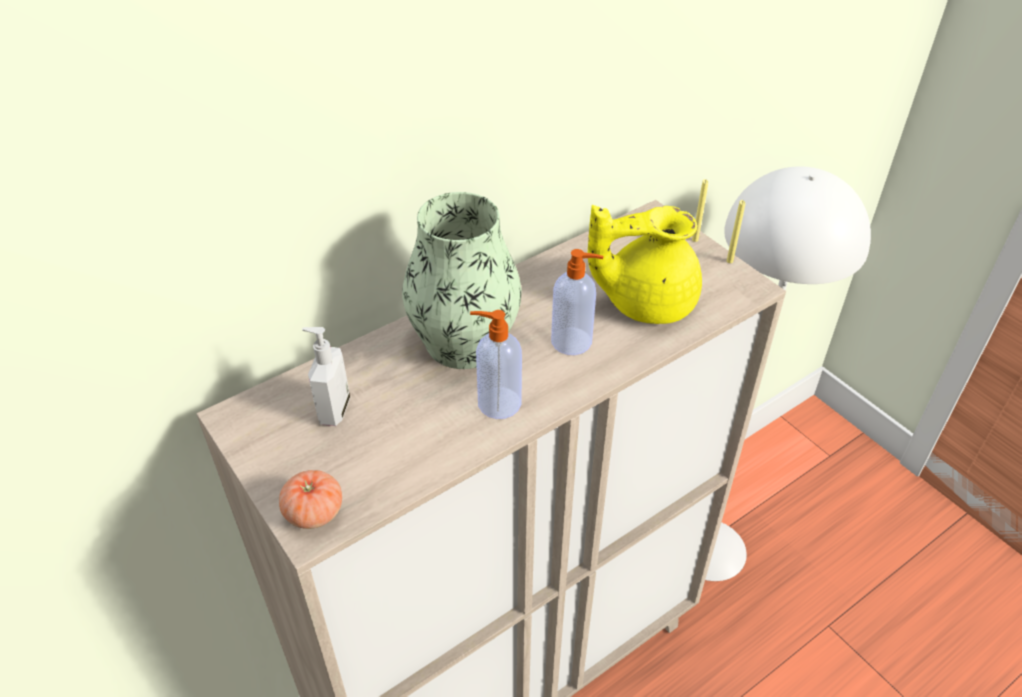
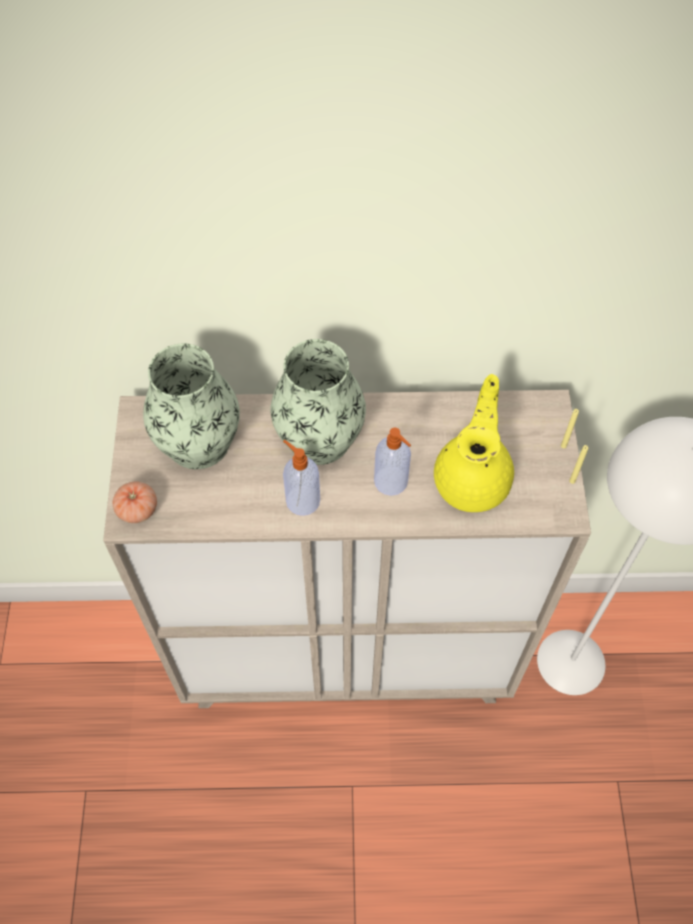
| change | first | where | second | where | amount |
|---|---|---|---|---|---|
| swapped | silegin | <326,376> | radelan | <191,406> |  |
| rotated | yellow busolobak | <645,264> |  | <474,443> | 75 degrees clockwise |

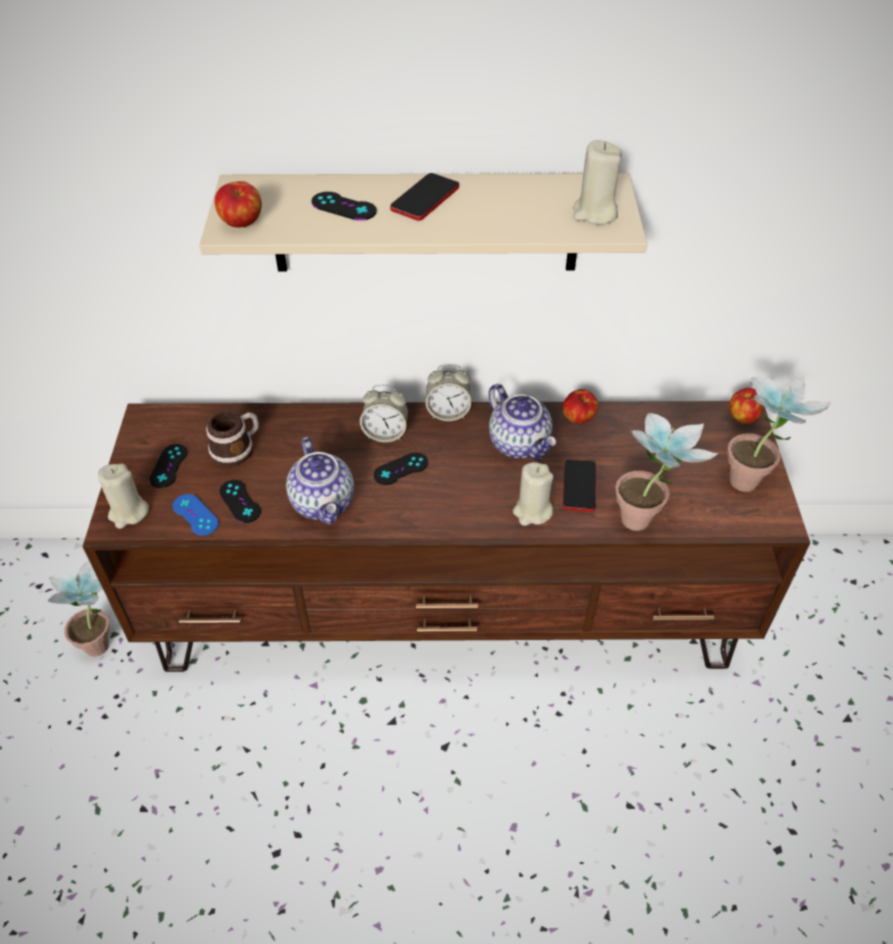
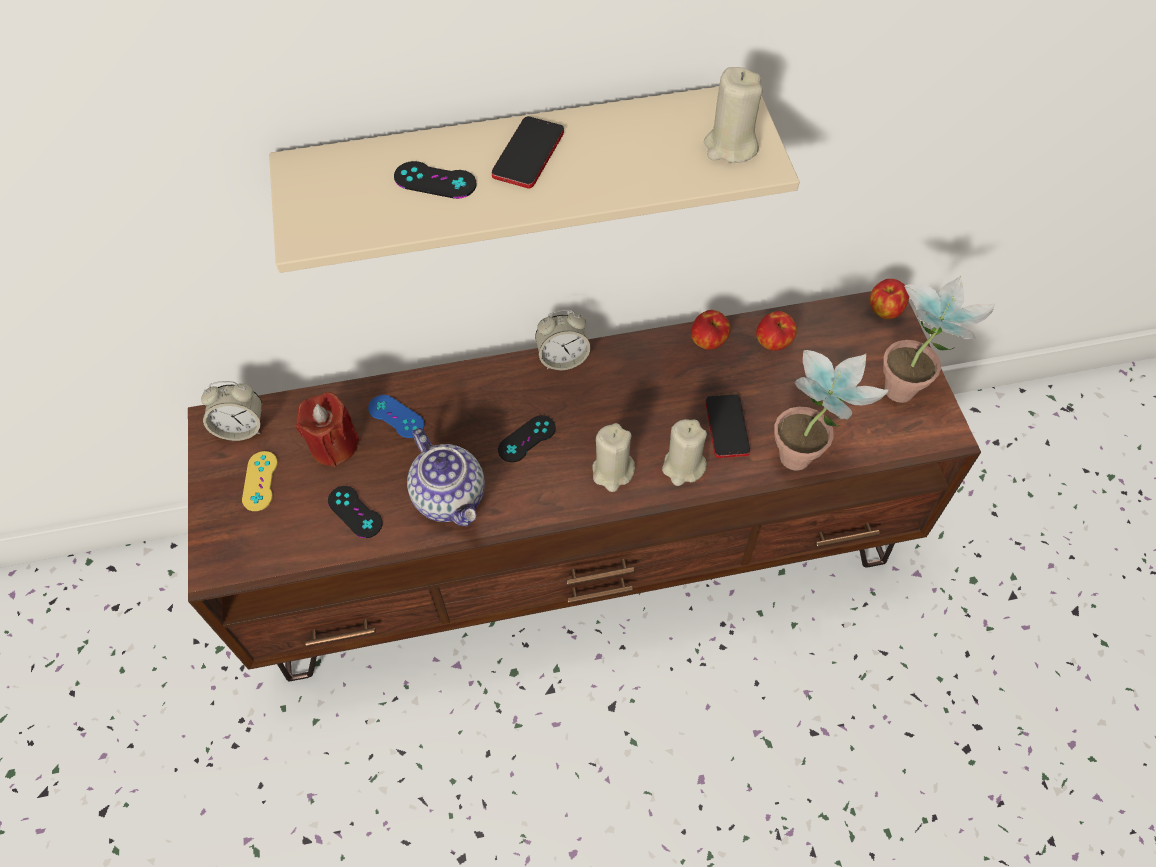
| change | first | where | second | where | amount |
|---|---|---|---|---|---|
| shifted | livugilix | <384,413> |  | <231,411> |  |
| repainted | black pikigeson | <168,466> | yellow pikigeson | <260,481> |  |
| swapped | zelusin | <232,439> | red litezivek | <328,429> |  |
| shifted | blue pikigeson | <196,515> |  | <396,416> |  |
| shifted | beige litezivek | <123,496> |  | <613,457> |  |
| shifted | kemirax | <238,204> |  | <776,331> |  |
| gone | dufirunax | <78,608> |  |  |  |
| gone | busolobak | <522,422> |  |  |  |

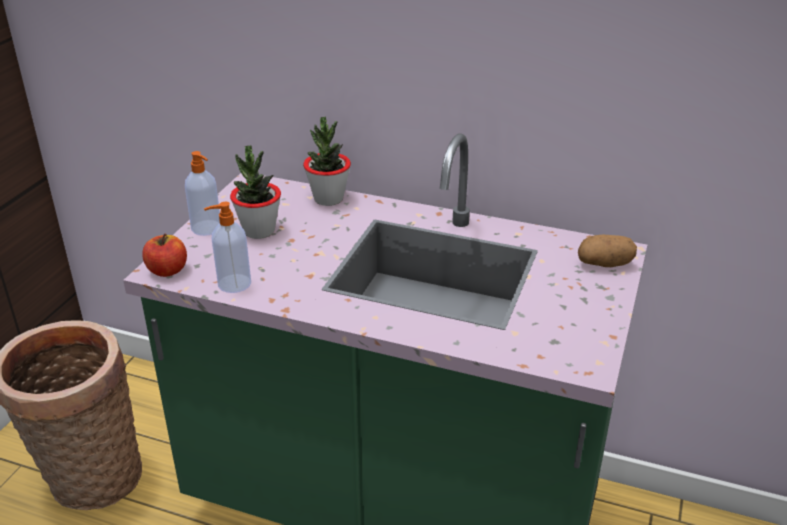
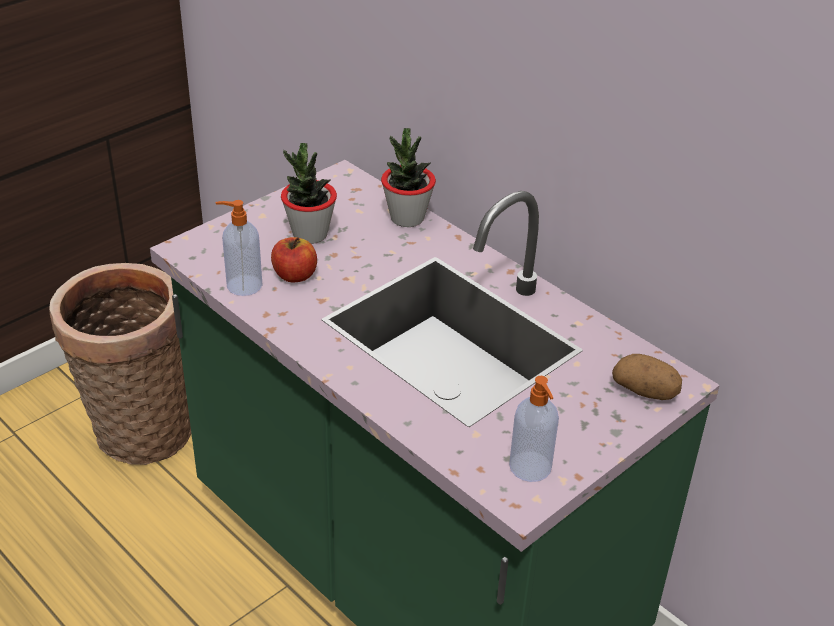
| change | first | where | second | where | amount |
|---|---|---|---|---|---|
| shifted | kemirax | <164,255> |  | <294,259> |  |
| shifted | silegin | <202,193> |  | <534,429> |  |

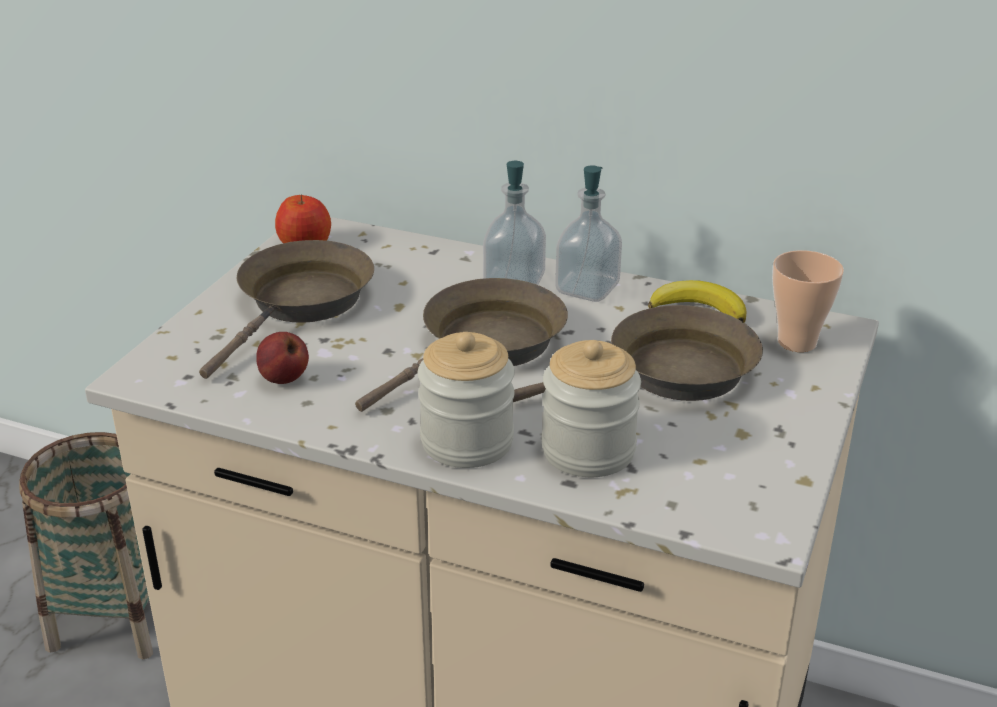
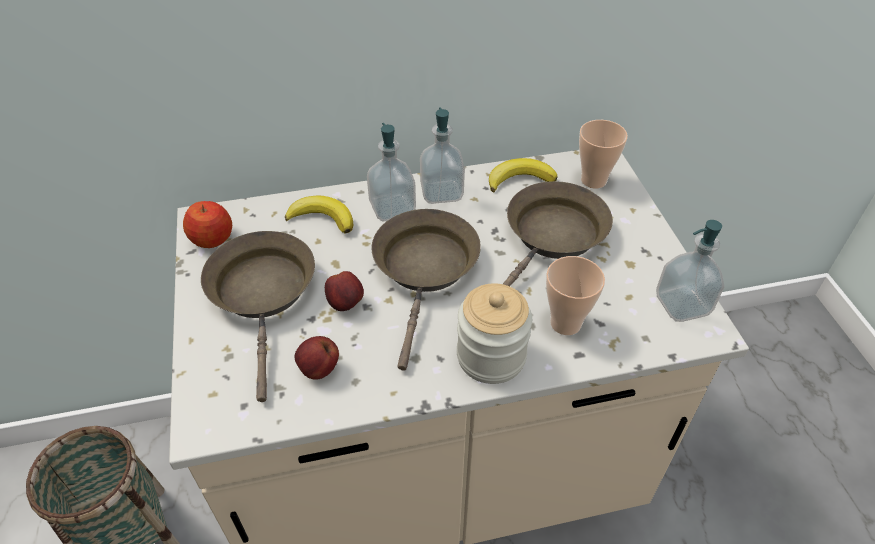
| change | first | where | second | where | amount |
|---|---|---|---|---|---|
| new |  |  | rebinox | <319,214> |  |
| new |  |  | kemirax | <344,291> |  |
| swapped | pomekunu | <591,408> | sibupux | <575,295> |  |
| new |  |  | silegin | <690,271> |  |

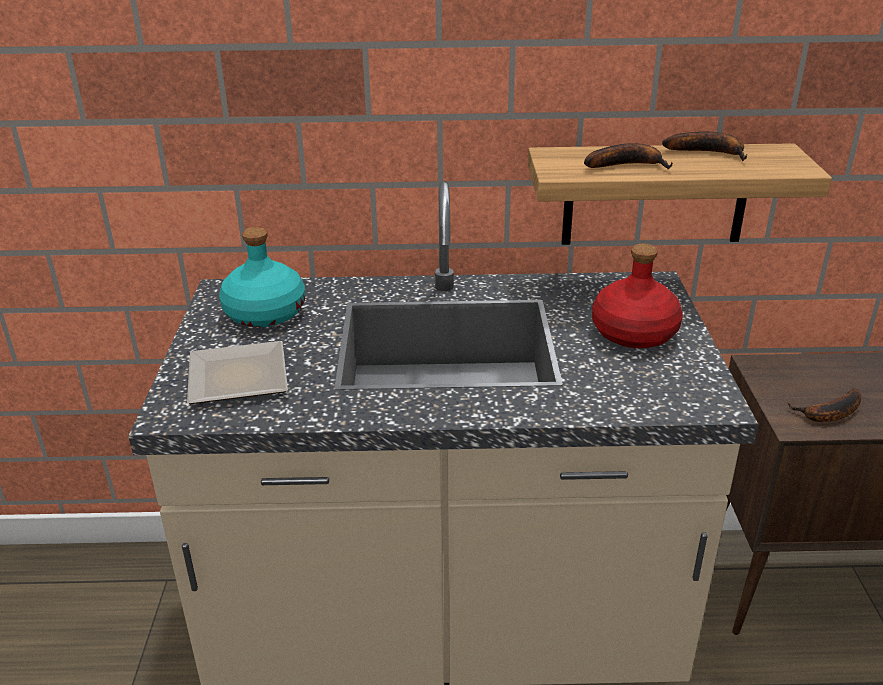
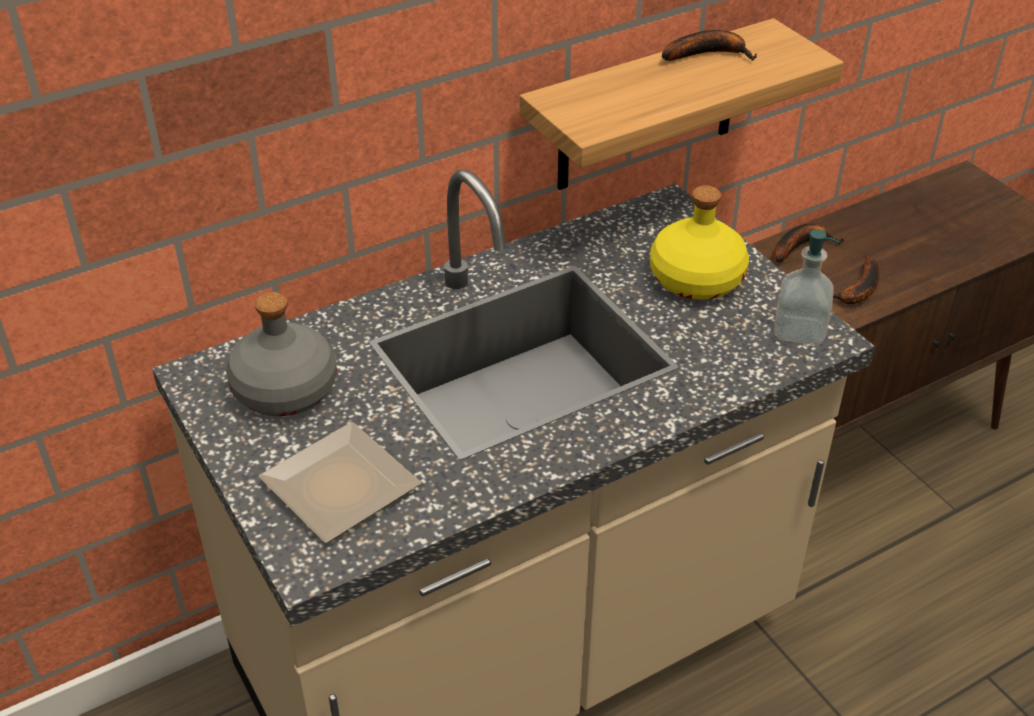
| change | first | where | second | where | amount |
|---|---|---|---|---|---|
| repainted | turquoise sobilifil | <262,277> | grey sobilifil | <281,354> |  |
| repainted | red sobilifil | <637,296> | yellow sobilifil | <699,242> |  |
| shifted | rebinox | <628,156> |  | <808,243> |  |
| new |  |  | silegin | <806,287> |  |

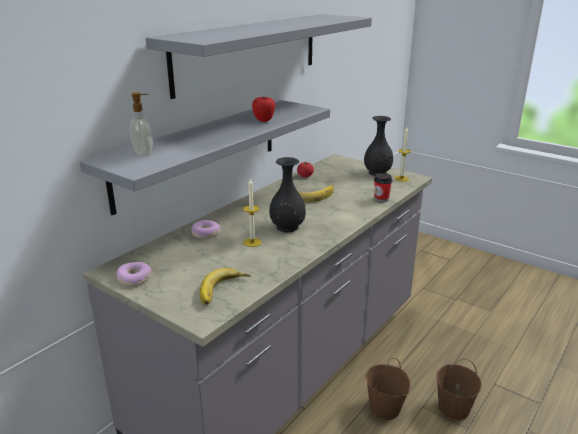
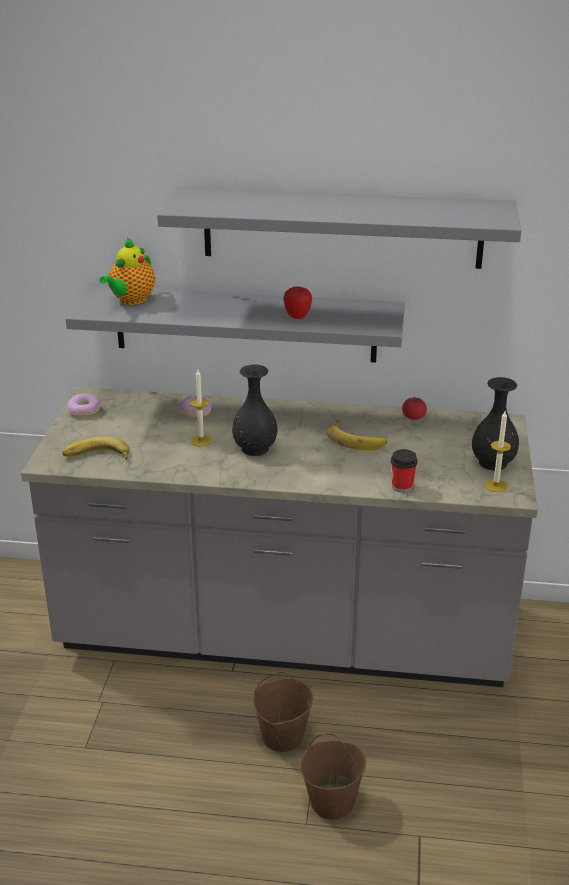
| change | first | where | second | where | amount |
|---|---|---|---|---|---|
| swapped | silegin | <141,124> | busolobak | <127,271> |  |

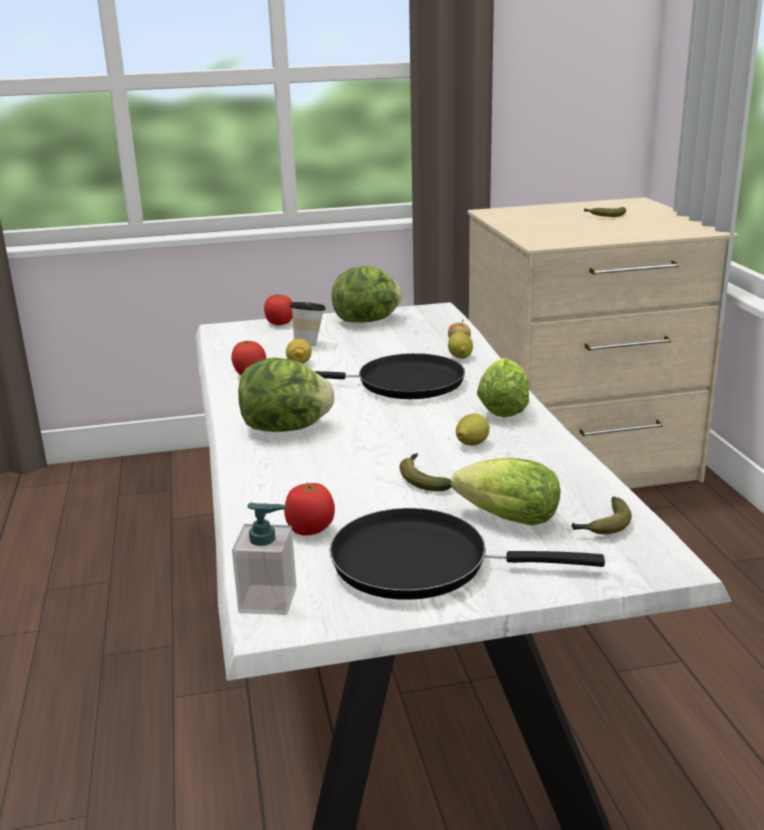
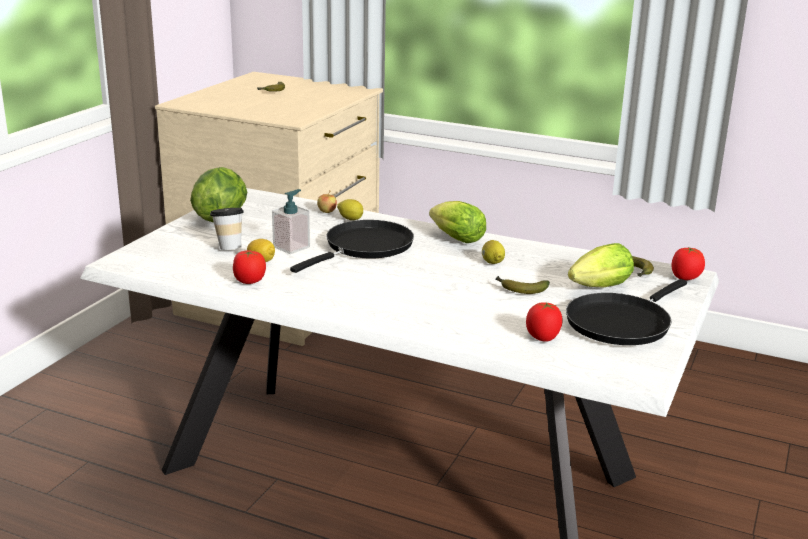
| change | first | where | second | where | amount |
|---|---|---|---|---|---|
| shifted | silegin | <264,559> |  | <291,221> |  |
| shifted | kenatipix | <278,310> |  | <688,263> |  |
| gone | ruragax | <286,394> |  |  |  |

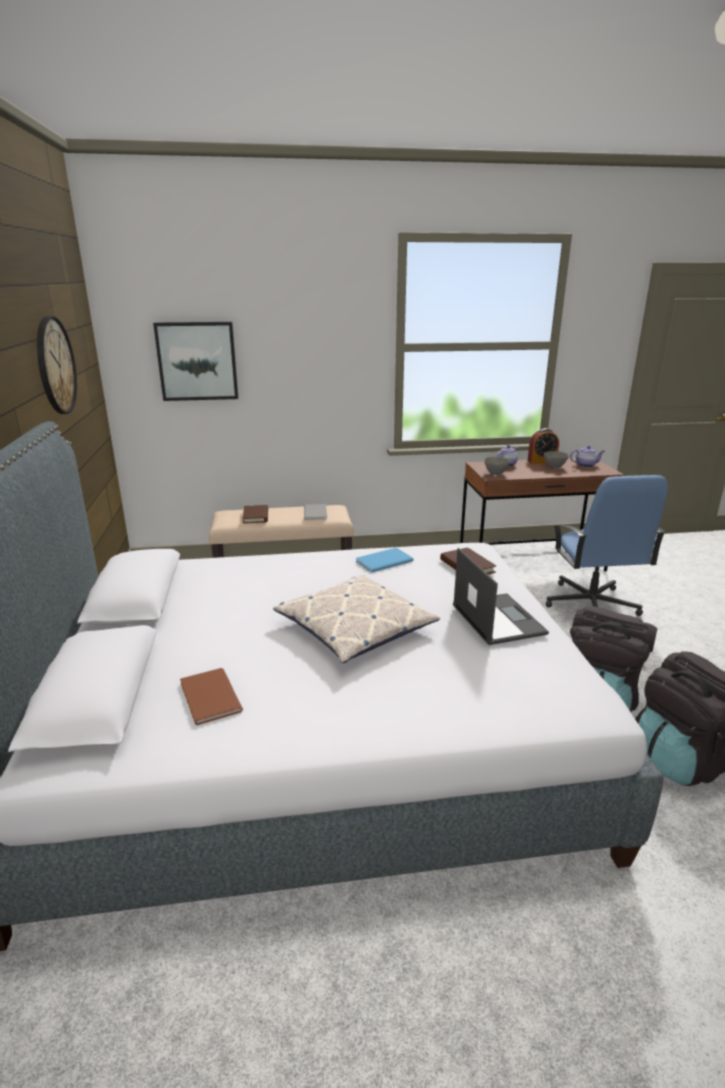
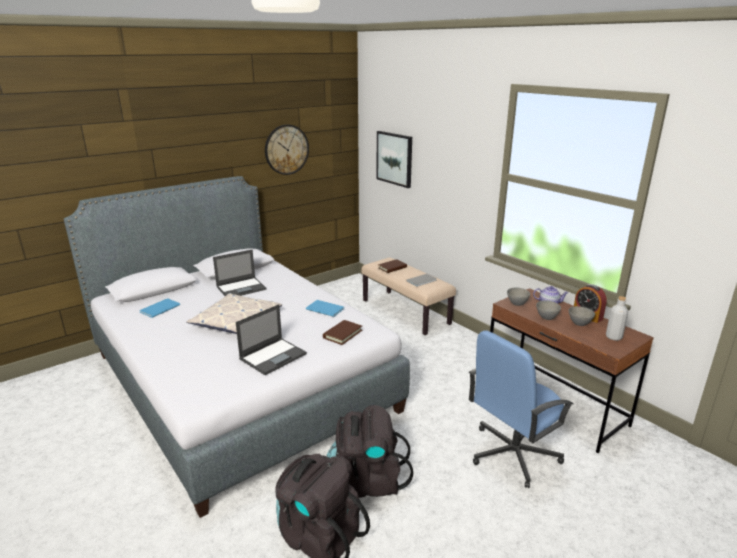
| change | first | where | second | where | amount |
|---|---|---|---|---|---|
| repainted | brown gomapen | <211,696> | blue gomapen | <159,308> |  |
| new |  |  | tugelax | <239,272> |  |
| new |  |  | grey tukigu | <548,310> |  |
| swapped | busolobak | <587,457> | grey sobilifil | <617,318> |  |

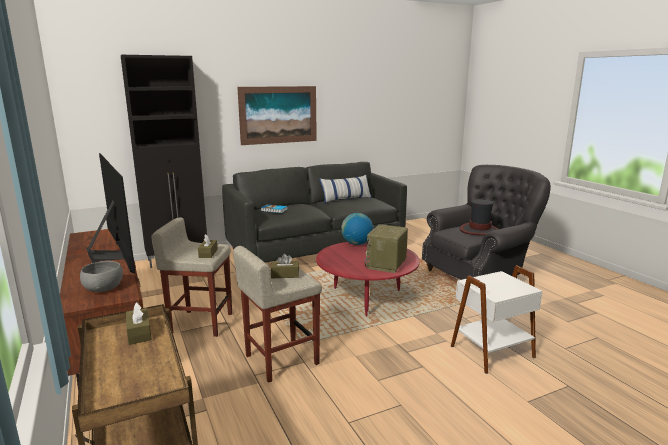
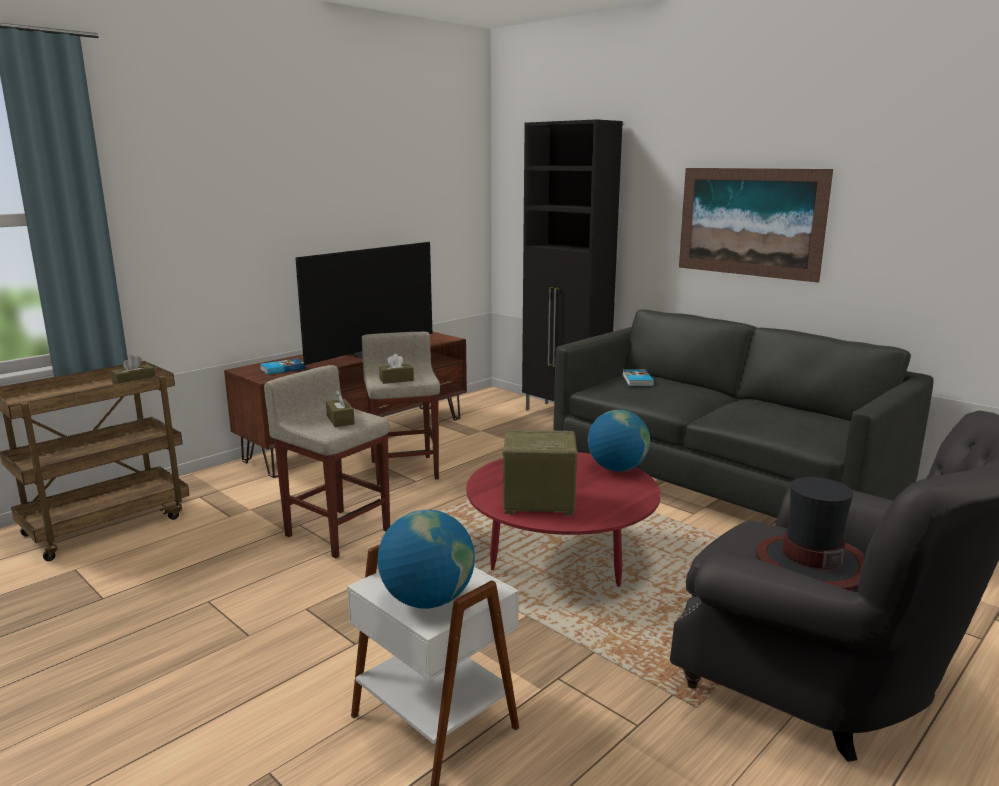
| change | first | where | second | where | amount |
|---|---|---|---|---|---|
| swapped | grey tukigu | <101,276> | gomapen | <283,367> |  |
| new |  |  | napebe | <426,559> |  |
| gone | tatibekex | <345,189> |  |  |  |

